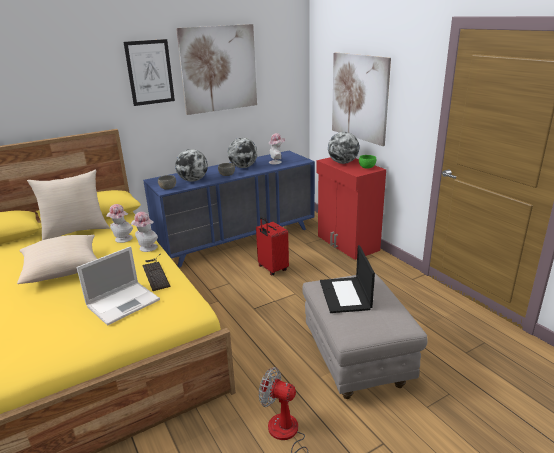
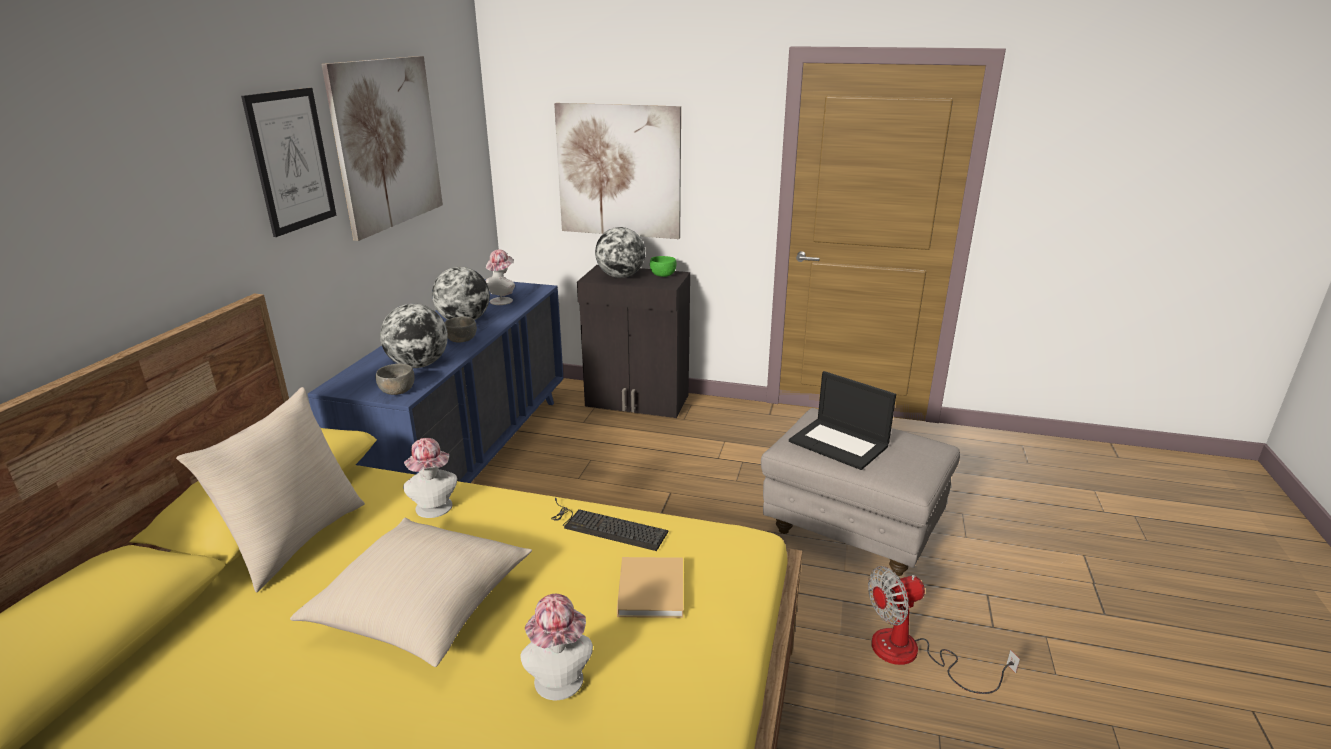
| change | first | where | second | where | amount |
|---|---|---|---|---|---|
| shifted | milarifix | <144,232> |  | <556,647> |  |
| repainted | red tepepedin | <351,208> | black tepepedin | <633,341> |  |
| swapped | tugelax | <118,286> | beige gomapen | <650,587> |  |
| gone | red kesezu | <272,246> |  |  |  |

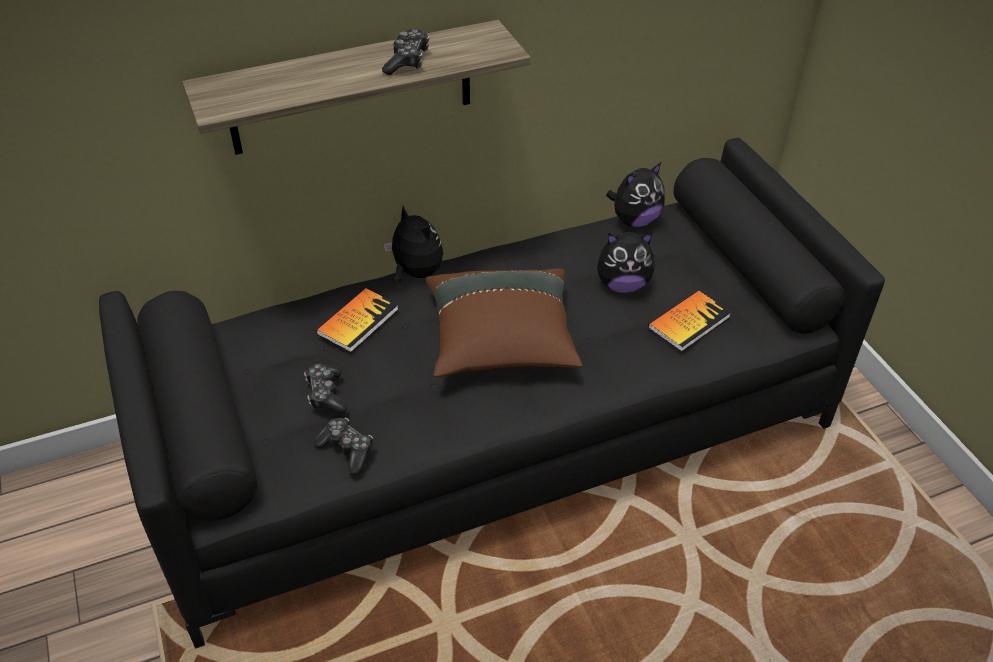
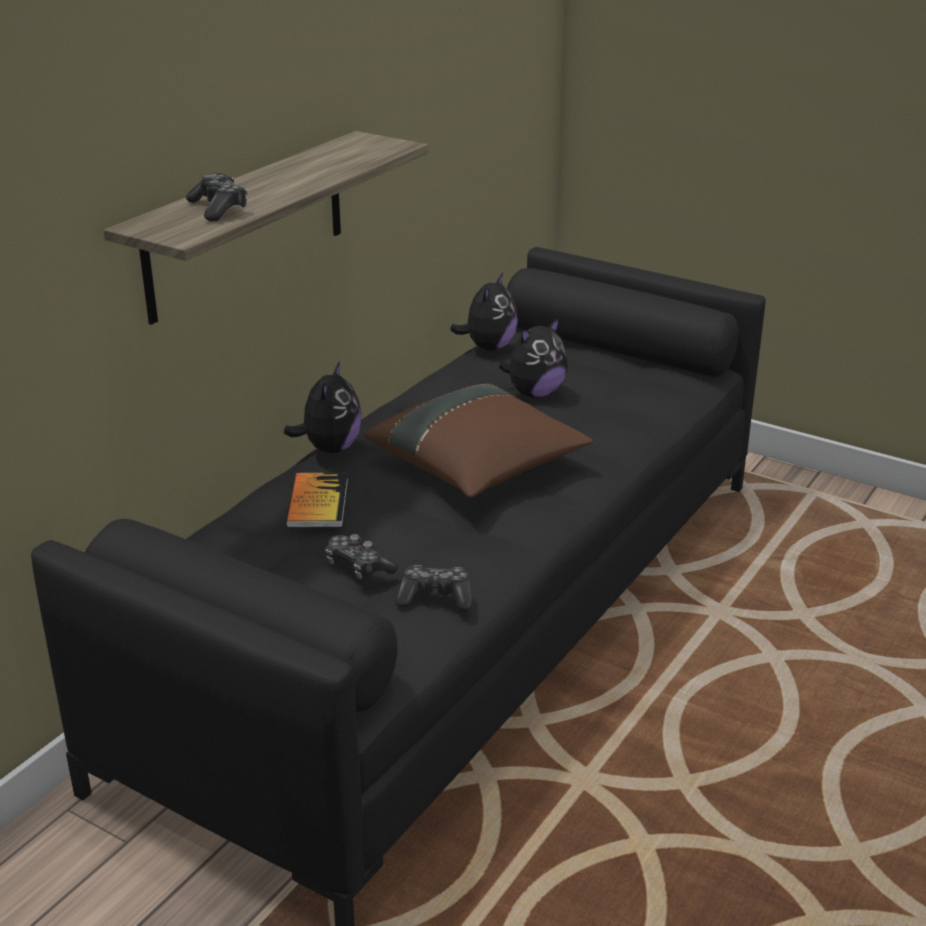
| change | first | where | second | where | amount |
|---|---|---|---|---|---|
| shifted | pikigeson | <405,52> |  | <216,197> |  |
| rotated | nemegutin | <413,244> |  | <323,407> | 90 degrees clockwise |
| gone | gomapen | <689,321> |  |  |  |

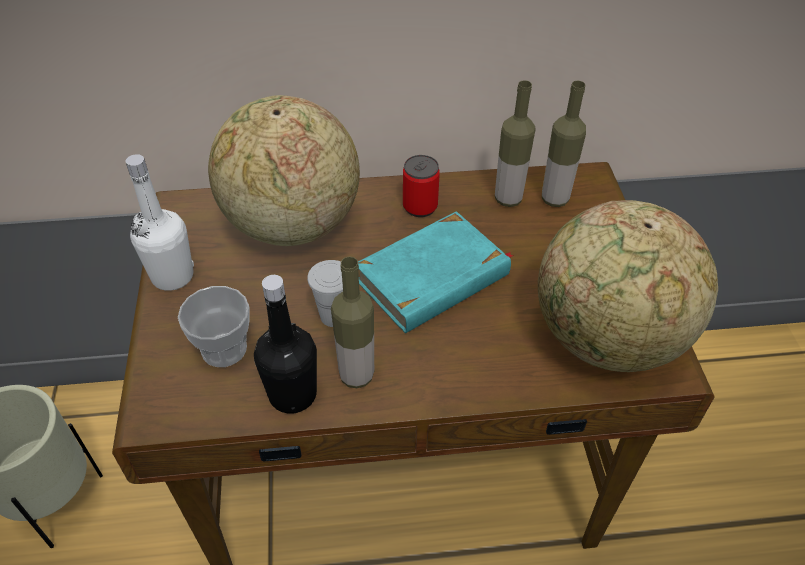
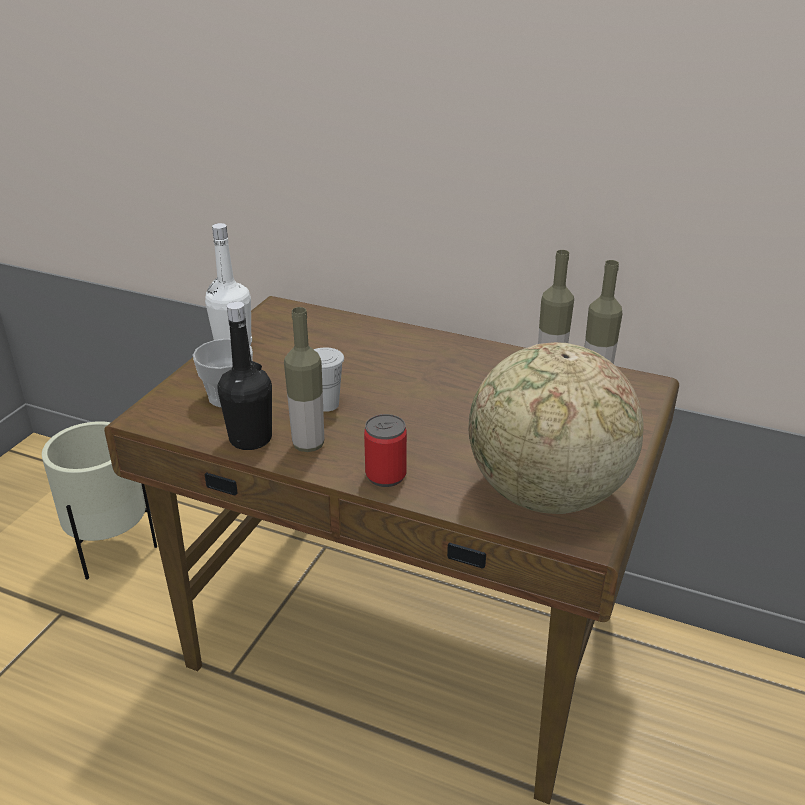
| change | first | where | second | where | amount |
|---|---|---|---|---|---|
| shifted | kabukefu | <421,186> |  | <385,450> |  |
| gone | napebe | <284,170> |  |  |  |
| gone | turquoise gomapen | <436,272> |  |  |  |

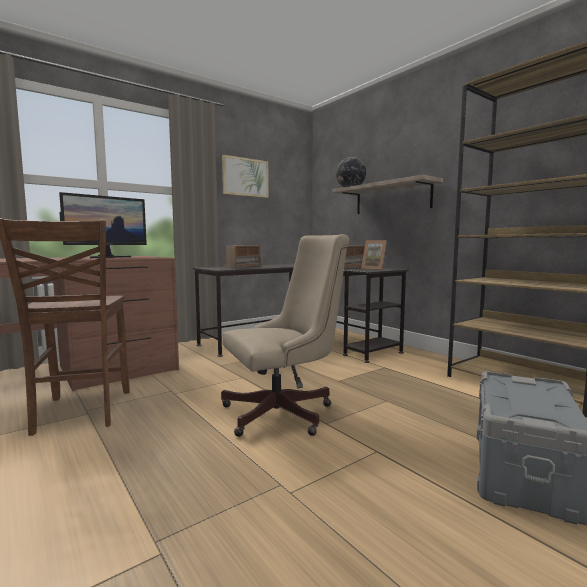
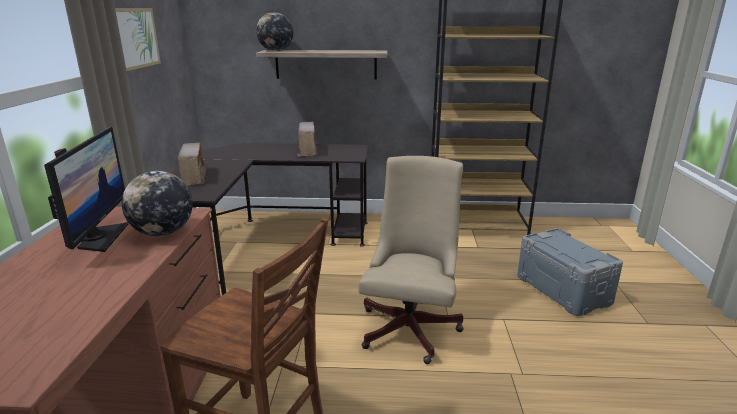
| change | first | where | second | where | amount |
|---|---|---|---|---|---|
| new |  |  | napebe | <157,203> |  |
| gone | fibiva | <374,255> |  |  |  |

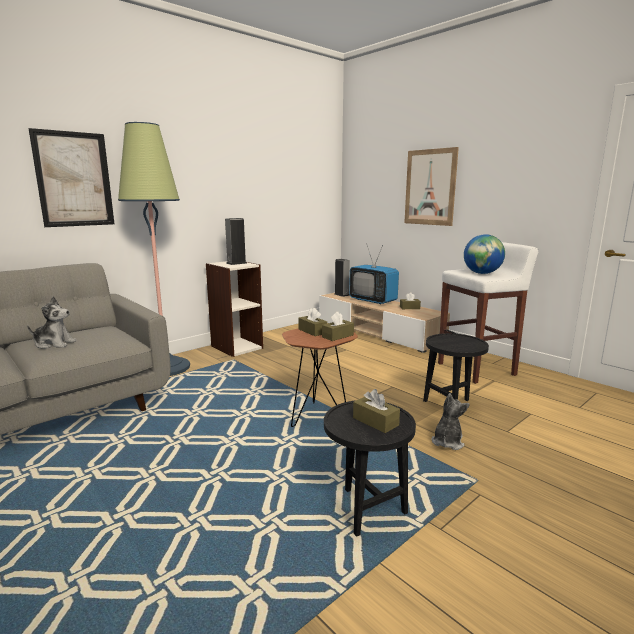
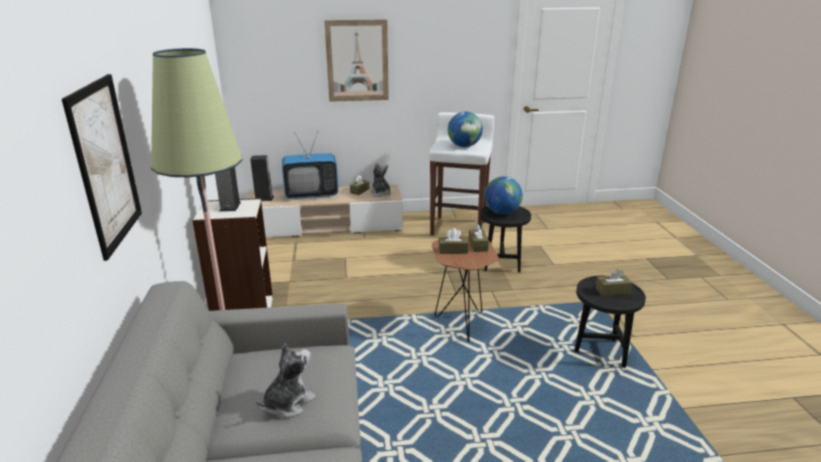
| change | first | where | second | where | amount |
|---|---|---|---|---|---|
| shifted | nemegutin | <451,421> |  | <380,180> |  |
| new |  |  | napebe | <503,195> |  |

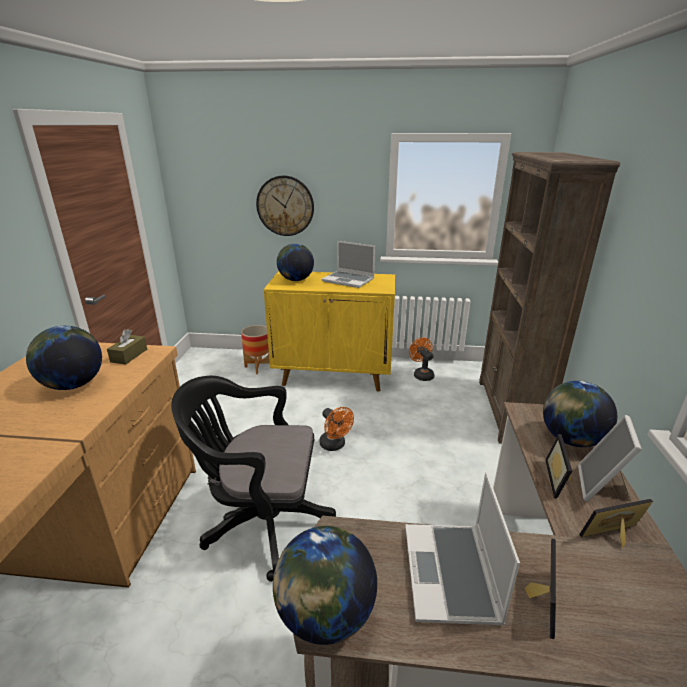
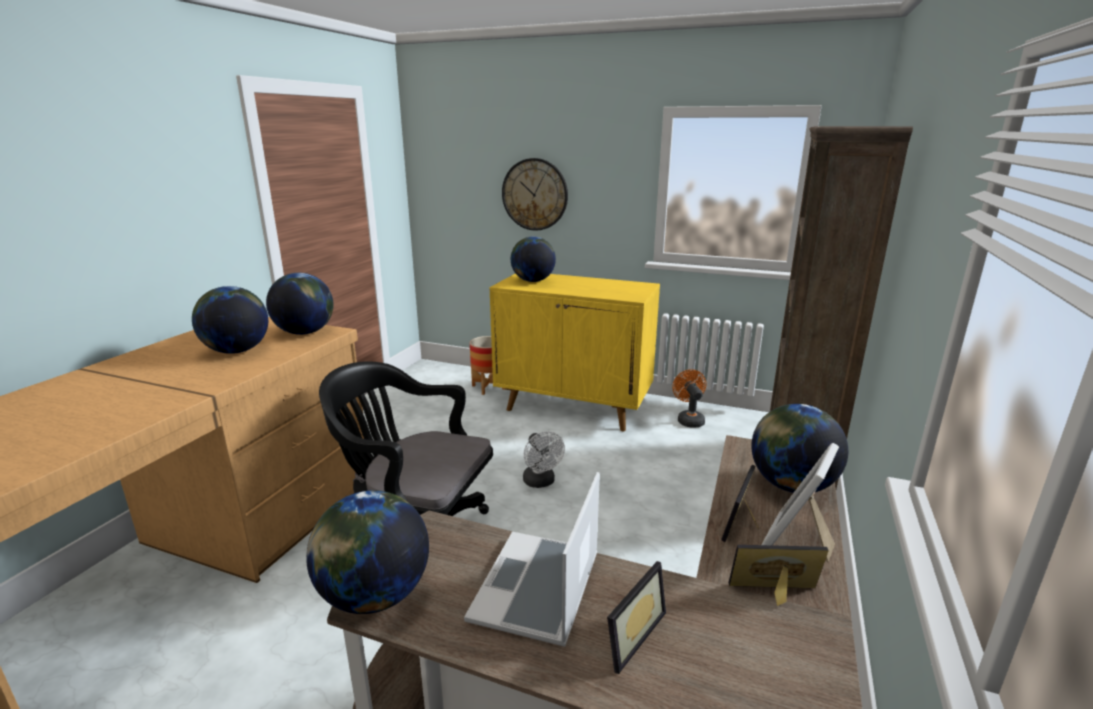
| change | first | where | second | where | amount |
|---|---|---|---|---|---|
| swapped | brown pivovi | <127,347> | napebe | <299,304> |  |
| repainted | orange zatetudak | <336,429> | white zatetudak | <544,459> |  |
| gone | tugelax | <348,264> |  |  |  |

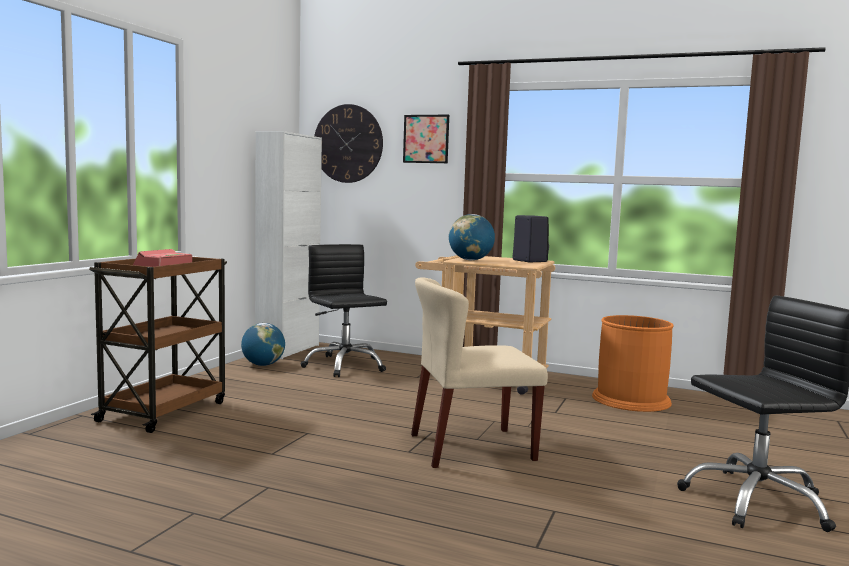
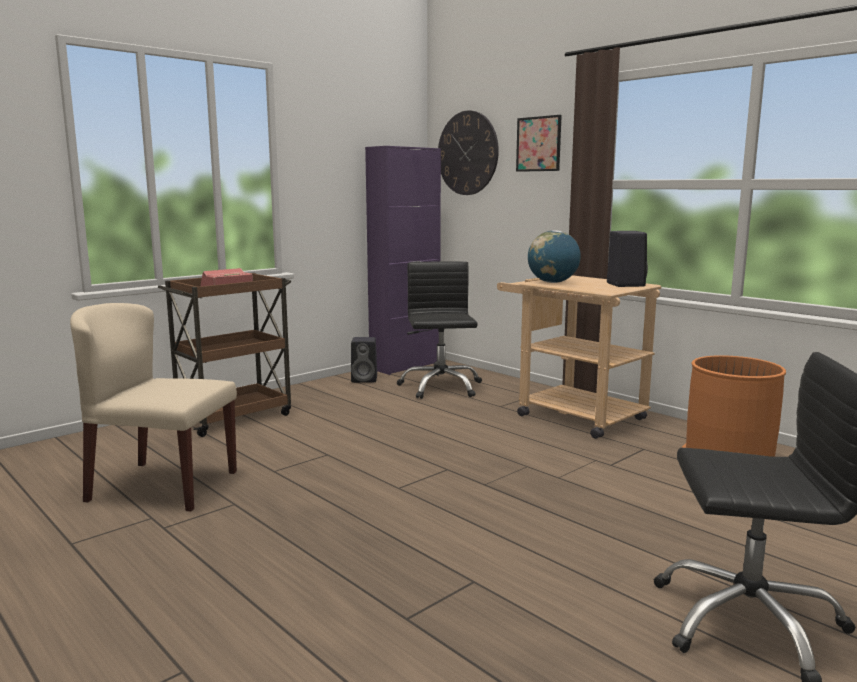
| change | first | where | second | where | amount |
|---|---|---|---|---|---|
| shifted | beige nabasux | <479,372> |  | <153,407> |  |
| swapped | napebe | <263,344> | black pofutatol | <364,360> |  |
| repainted | white tepepedin | <288,245> | purple tepepedin | <403,260> |  |

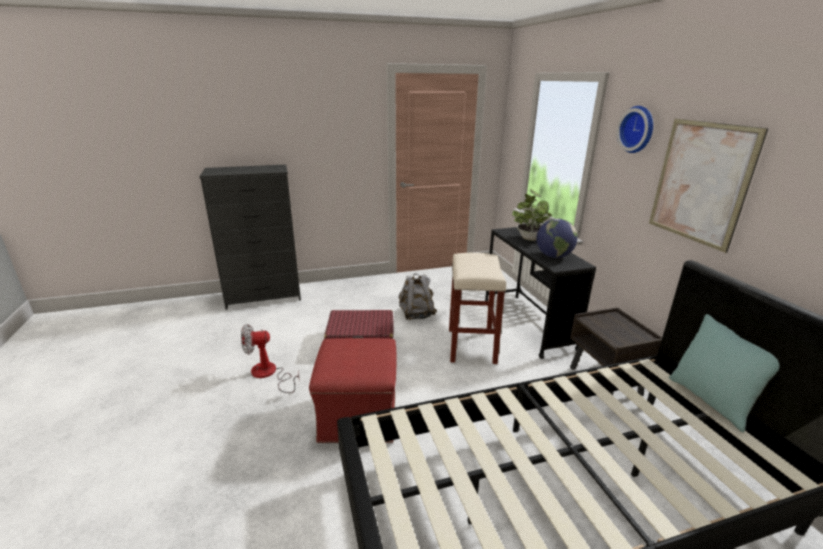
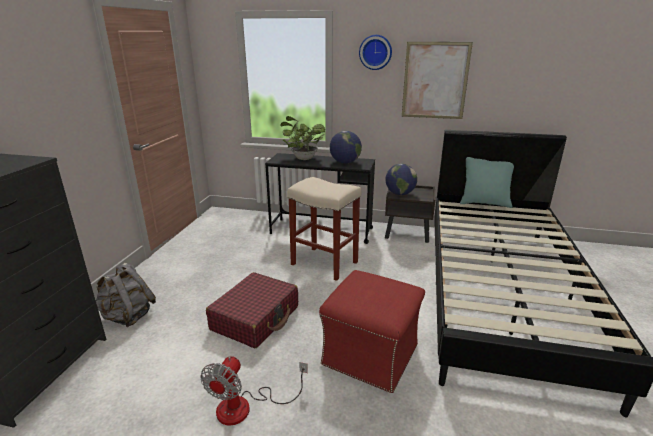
| change | first | where | second | where | amount |
|---|---|---|---|---|---|
| shifted | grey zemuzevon | <418,296> |  | <126,295> |  |
| new |  |  | napebe | <401,179> |  |

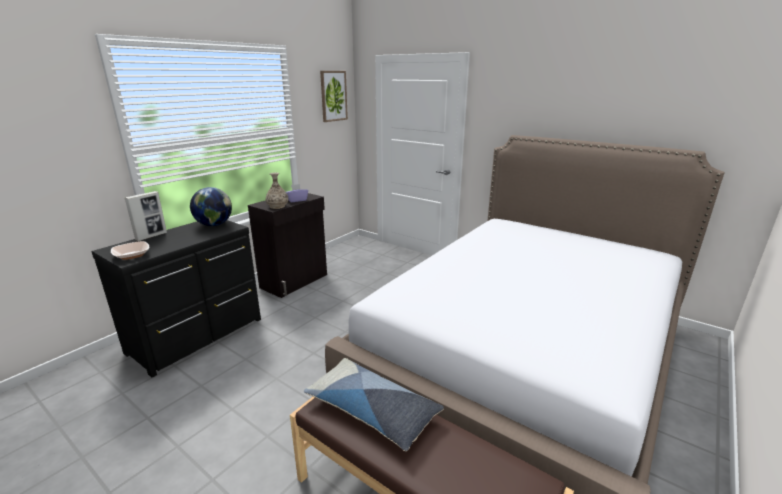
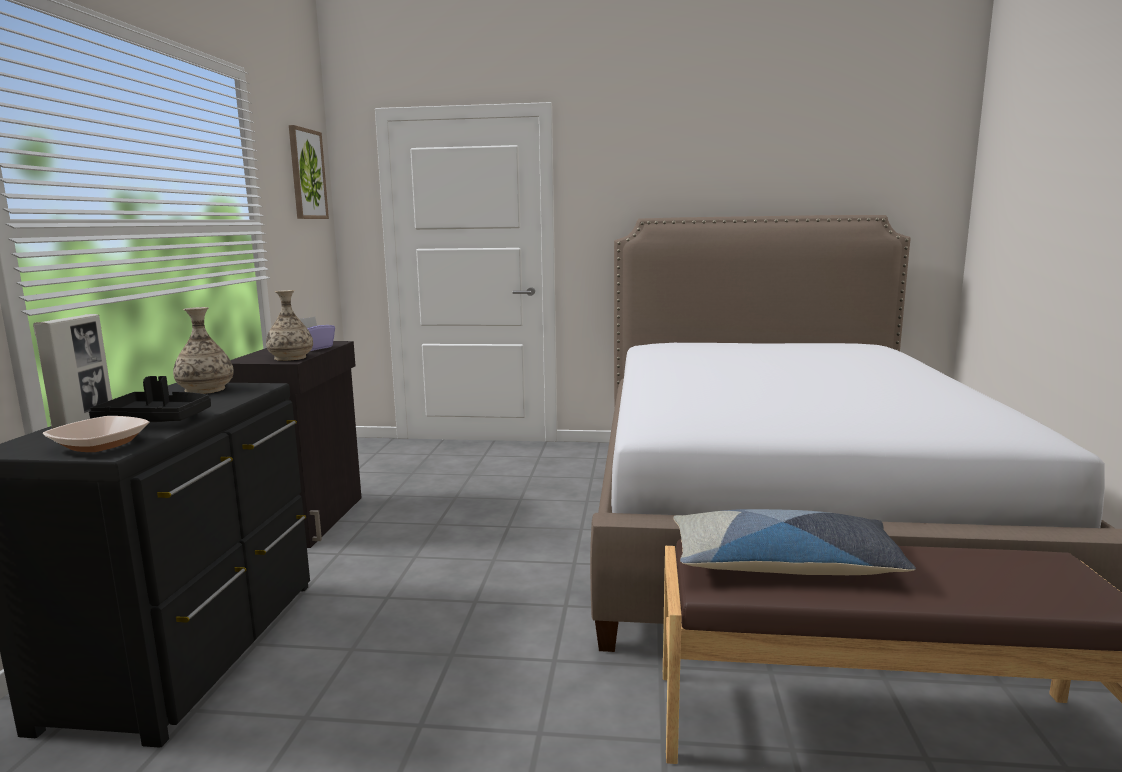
| change | first | where | second | where | amount |
|---|---|---|---|---|---|
| new |  |  | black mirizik | <150,399> |  |
| swapped | napebe | <211,206> | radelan | <203,350> |  |

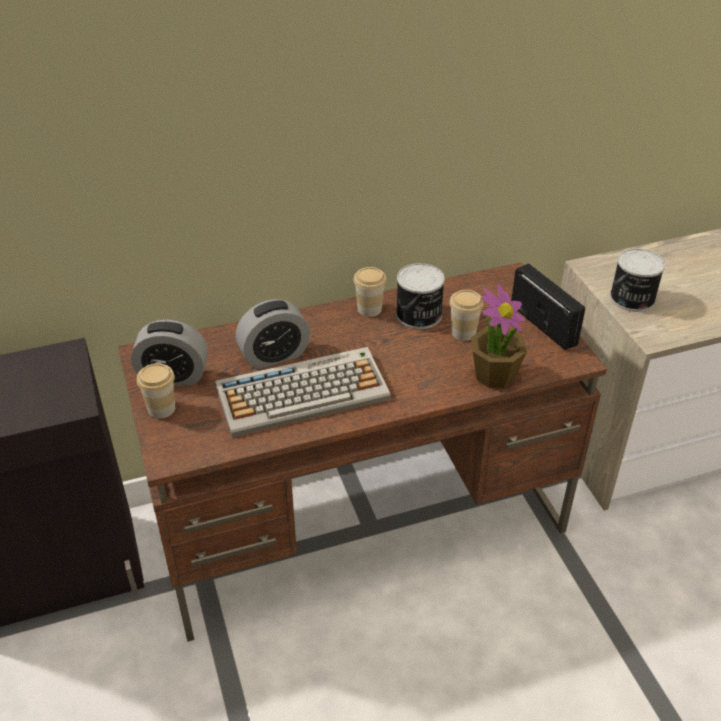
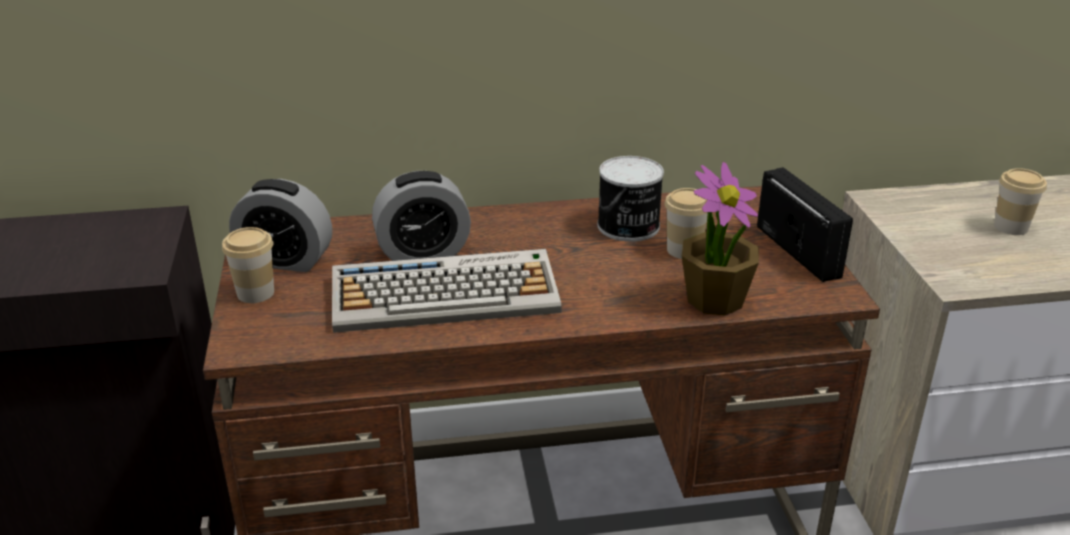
| change | first | where | second | where | amount |
|---|---|---|---|---|---|
| shifted | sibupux | <369,292> |  | <1020,201> |  |
| gone | kabukefu | <637,280> |  |  |  |

